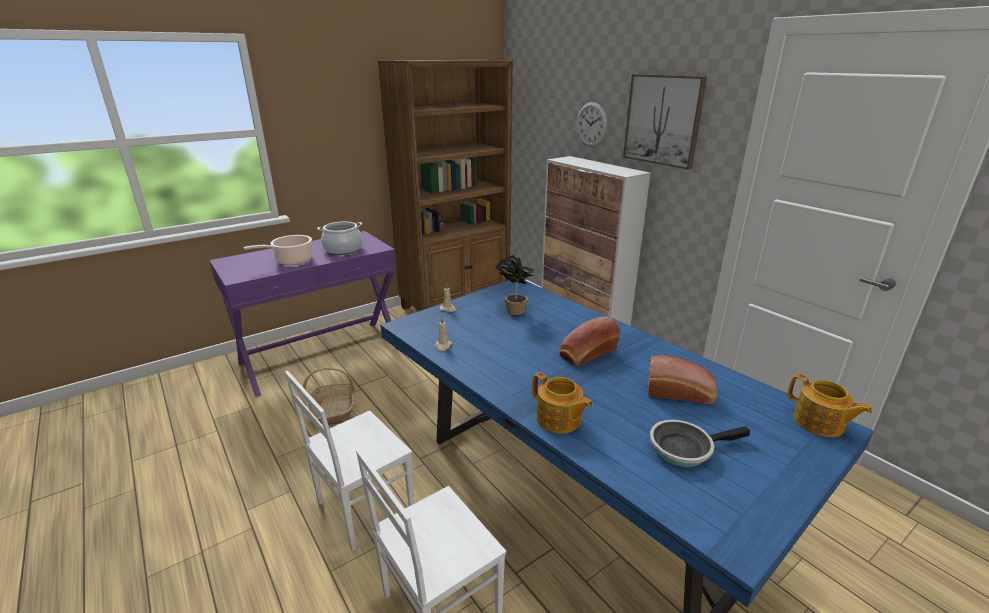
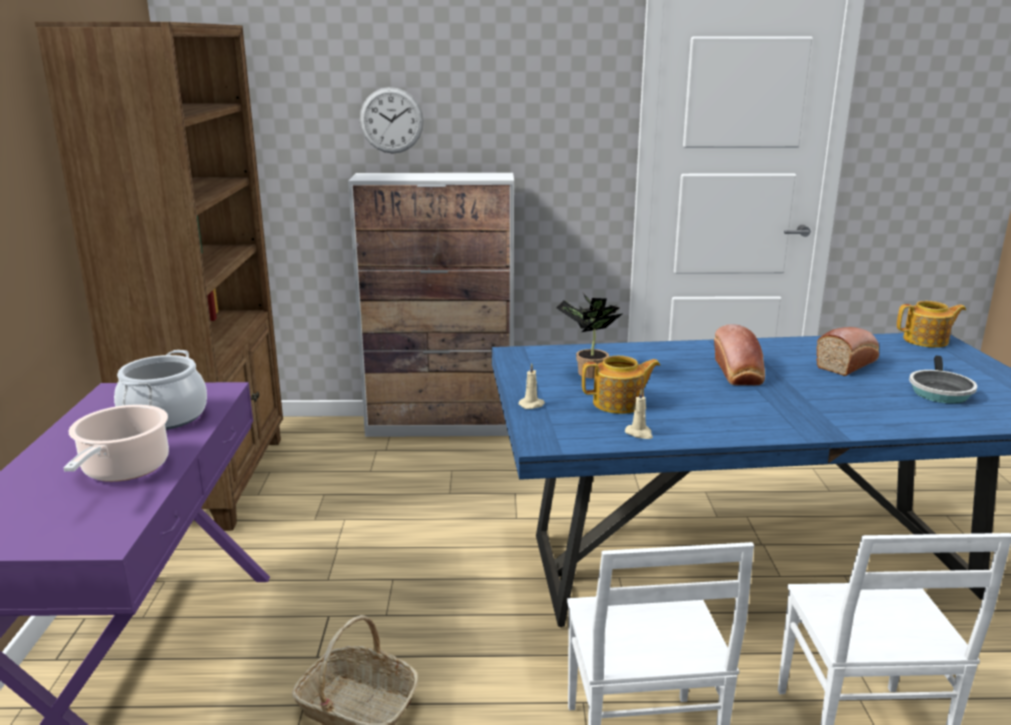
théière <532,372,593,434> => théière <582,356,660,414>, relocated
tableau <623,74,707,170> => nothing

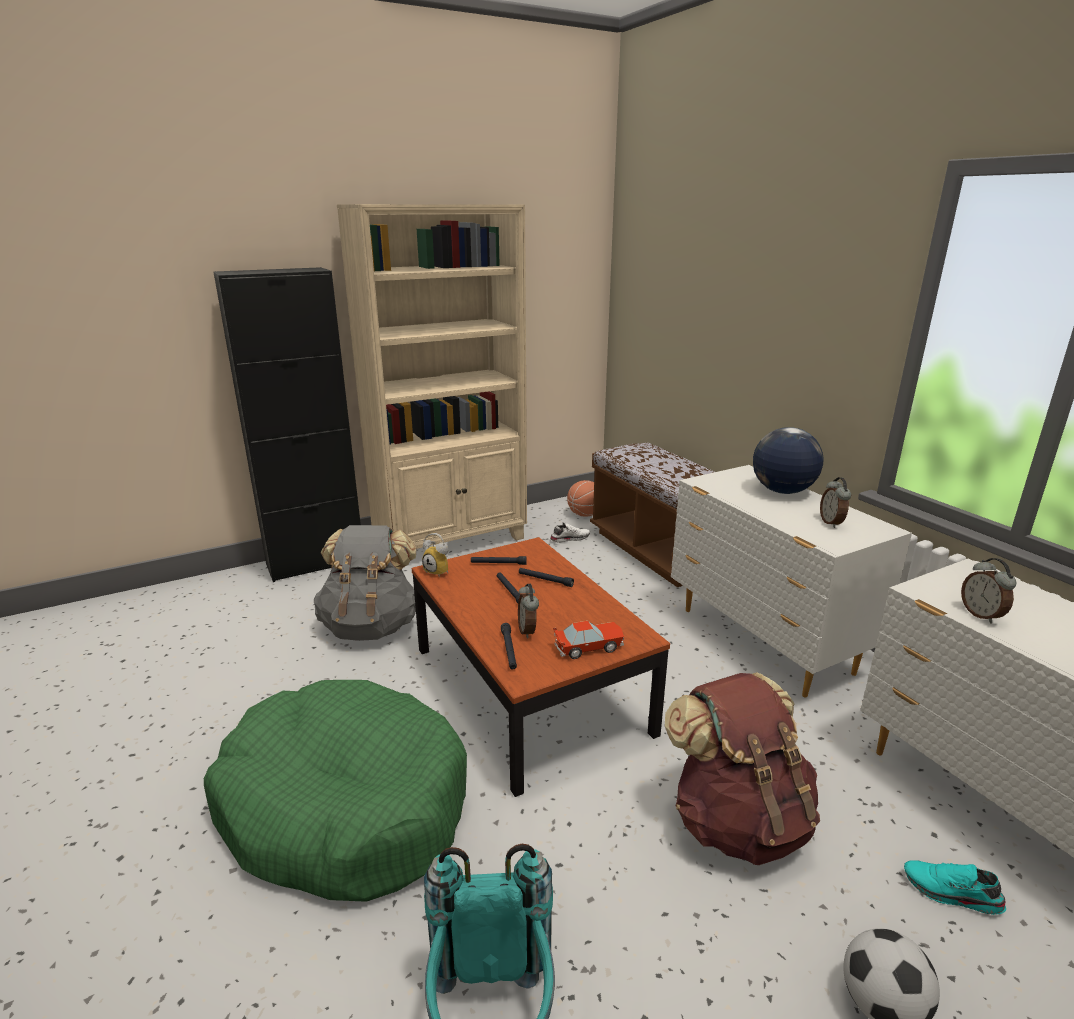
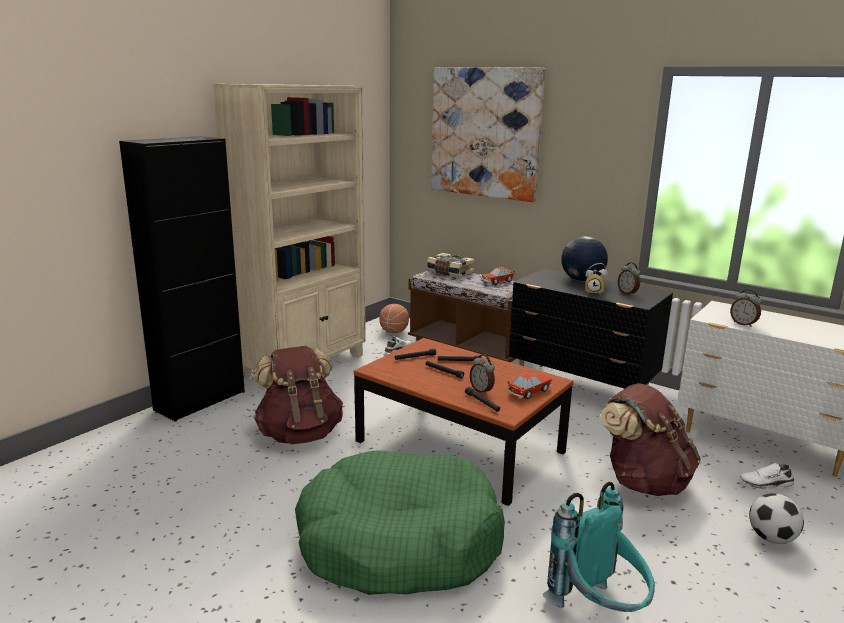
sac à dos [gris] <314,525,416,641> => sac à dos [marron] <252,346,343,444>
réveil <422,533,448,576> => réveil <585,263,608,294>, relocated
commode [blanc] <671,465,912,697> => commode [noir] <509,268,673,389>
chaussure [turquoise] <904,860,1006,915> => chaussure [blanc] <740,463,795,490>
nothing => livre <427,253,475,278>
nothing => tableau <431,68,545,202>
nothing => petite voiture <481,267,515,285>

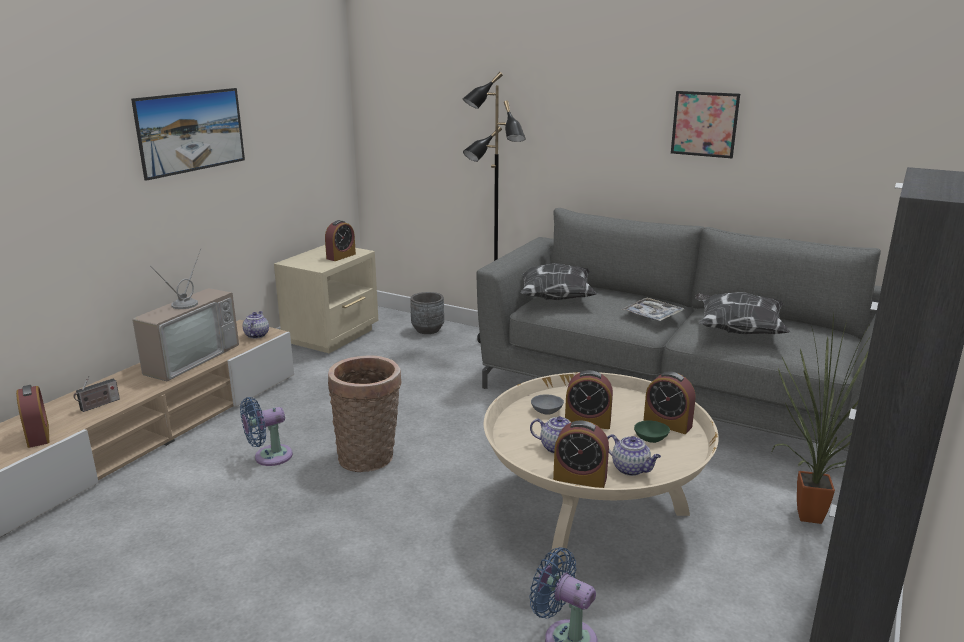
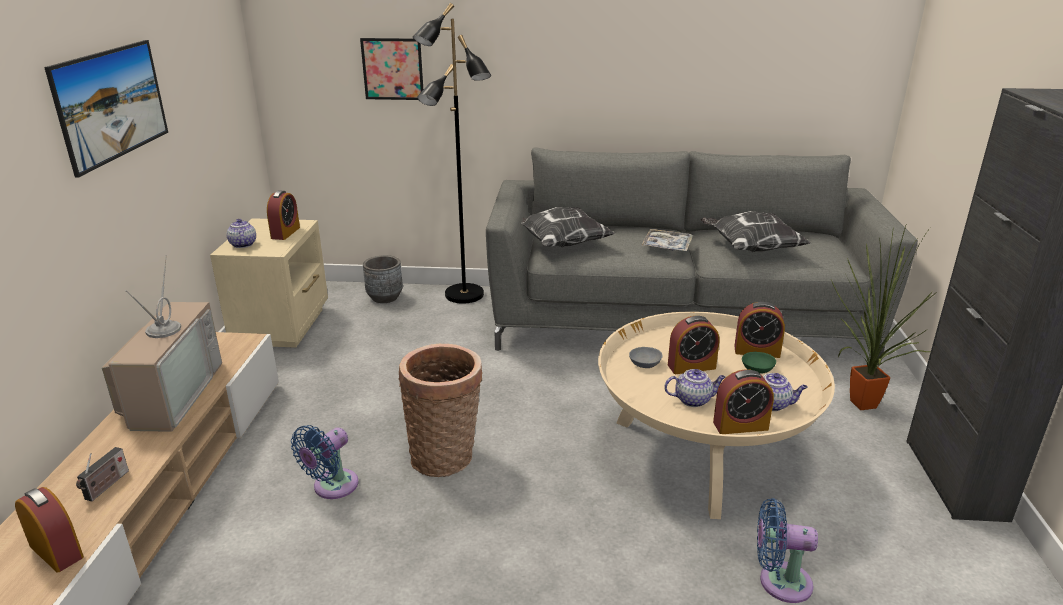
théière <243,311,269,339> => théière <226,219,256,248>, relocated
tableau <671,91,740,158> => tableau <360,38,423,100>, relocated

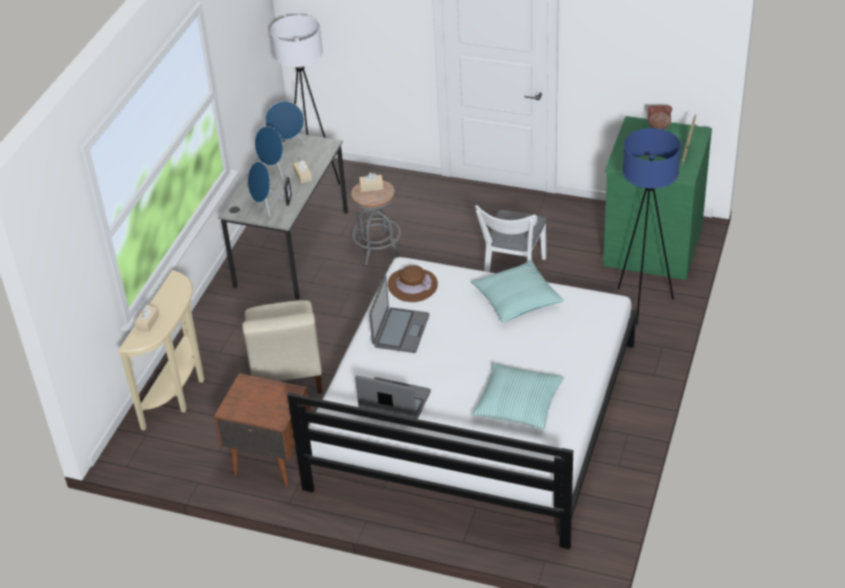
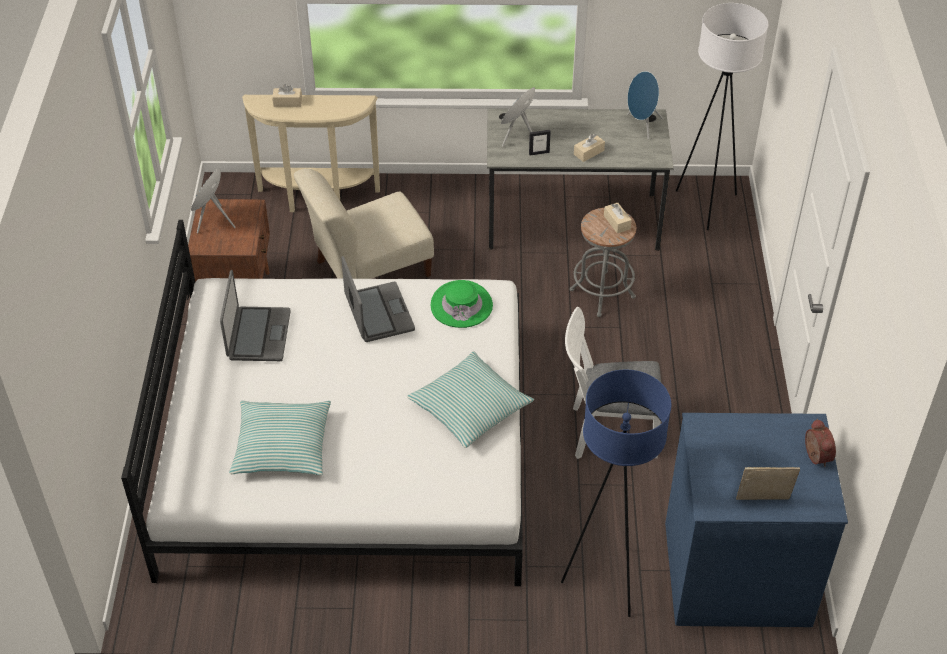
enceinte [bleu] <255,126,289,179> => enceinte [bleu] <191,169,236,234>, relocated
ordinateur portable <369,276,429,353> => ordinateur portable <341,256,415,342>, 105 degrees counterclockwise
chapeau [marron] <388,265,438,302> => chapeau [vert] <431,280,493,328>
commode [vert] <603,116,712,280> => commode [bleu] <665,413,848,627>

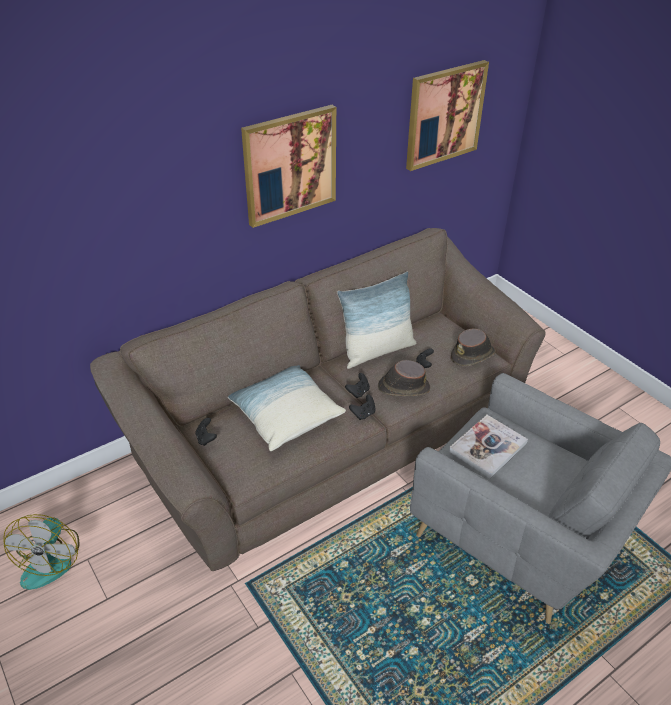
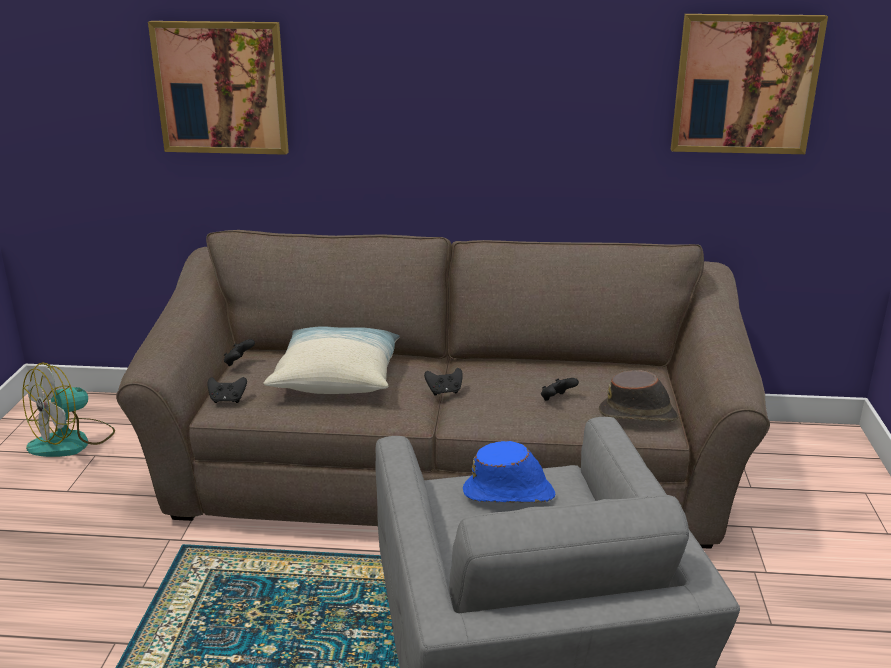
tableau <241,105,336,228> => tableau <148,21,289,155>, relocated
coussin <337,272,416,369> => nothing
manette [noir] <349,395,376,420> => manette [noir] <207,377,247,403>, relocated
chapeau [marron] <378,360,430,396> => nothing
livre <449,415,528,479> => chapeau [bleu] <463,441,555,503>

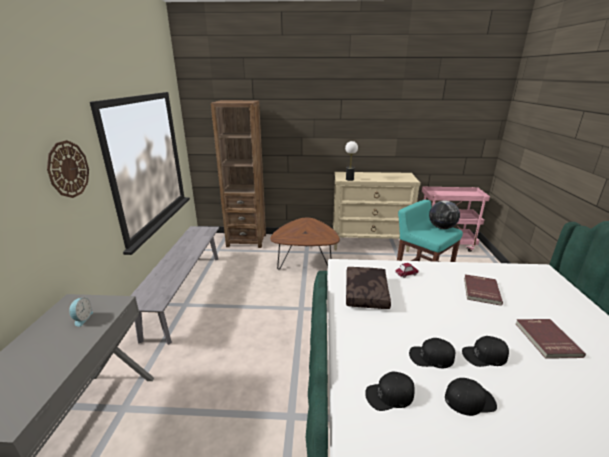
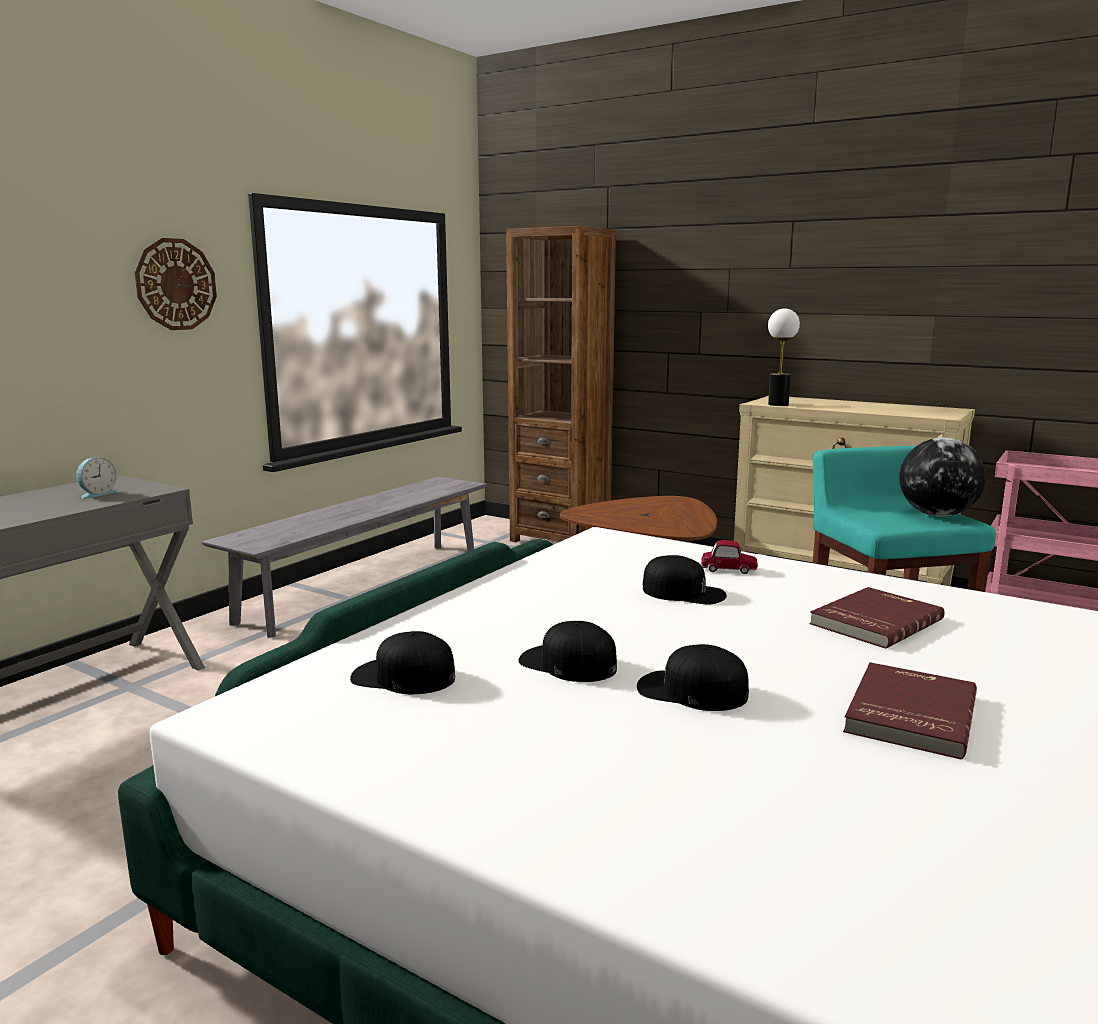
coussin [marron] <346,267,391,309> => nothing
casquette [noir] <445,378,497,416> => casquette [noir] <643,555,727,604>, relocated

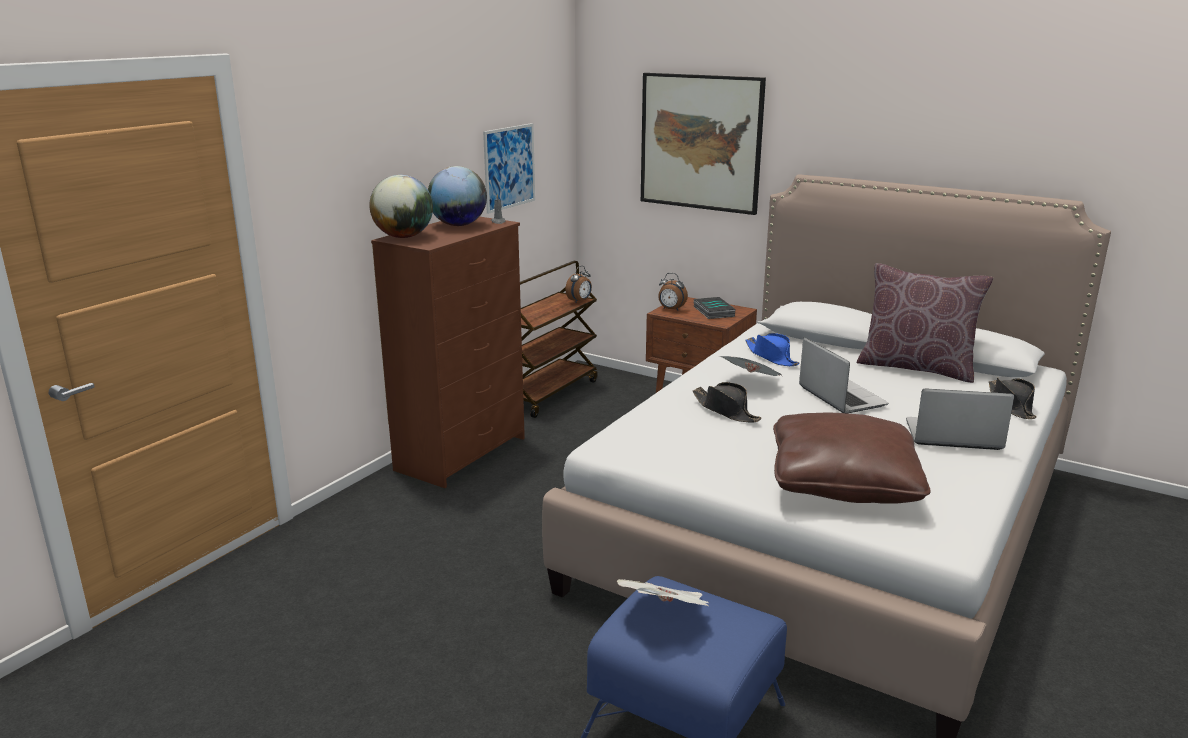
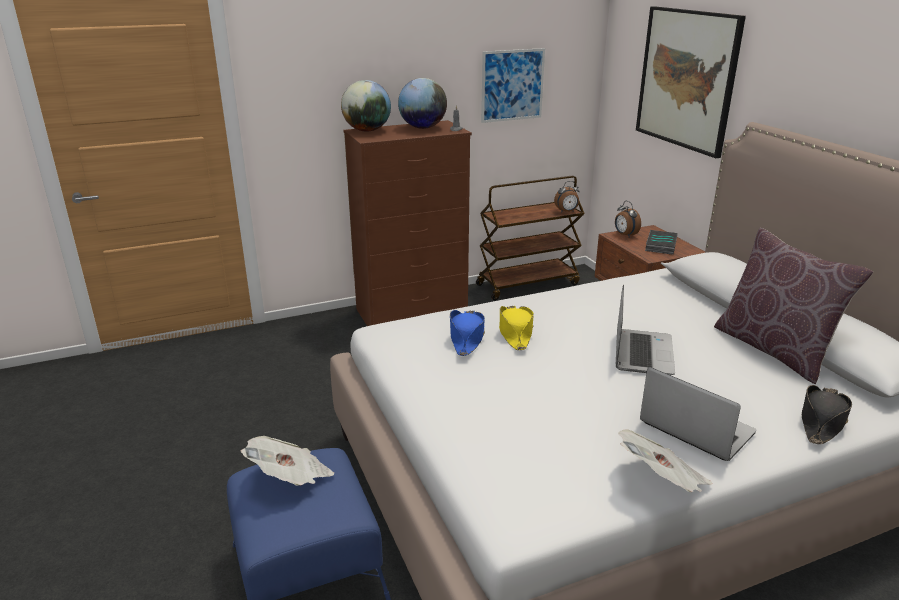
chapeau [noir] <693,382,762,422> => chapeau [jaune] <499,306,534,350>
journal <720,356,782,376> => journal <618,429,713,493>, relocated
chapeau [bleu] <746,333,800,366> => chapeau [bleu] <450,310,485,356>, relocated
coussin [marron] <773,412,931,504> => nothing

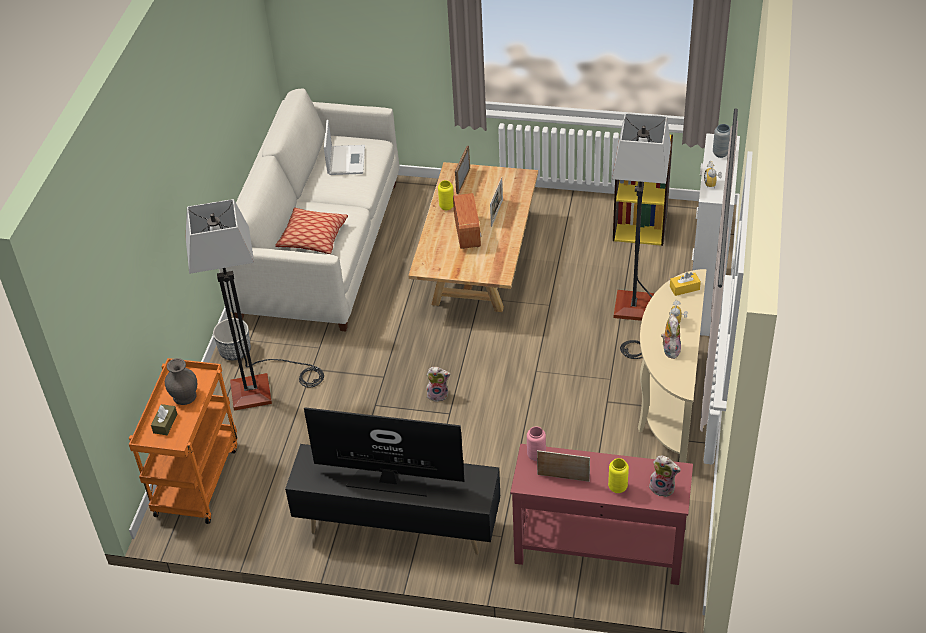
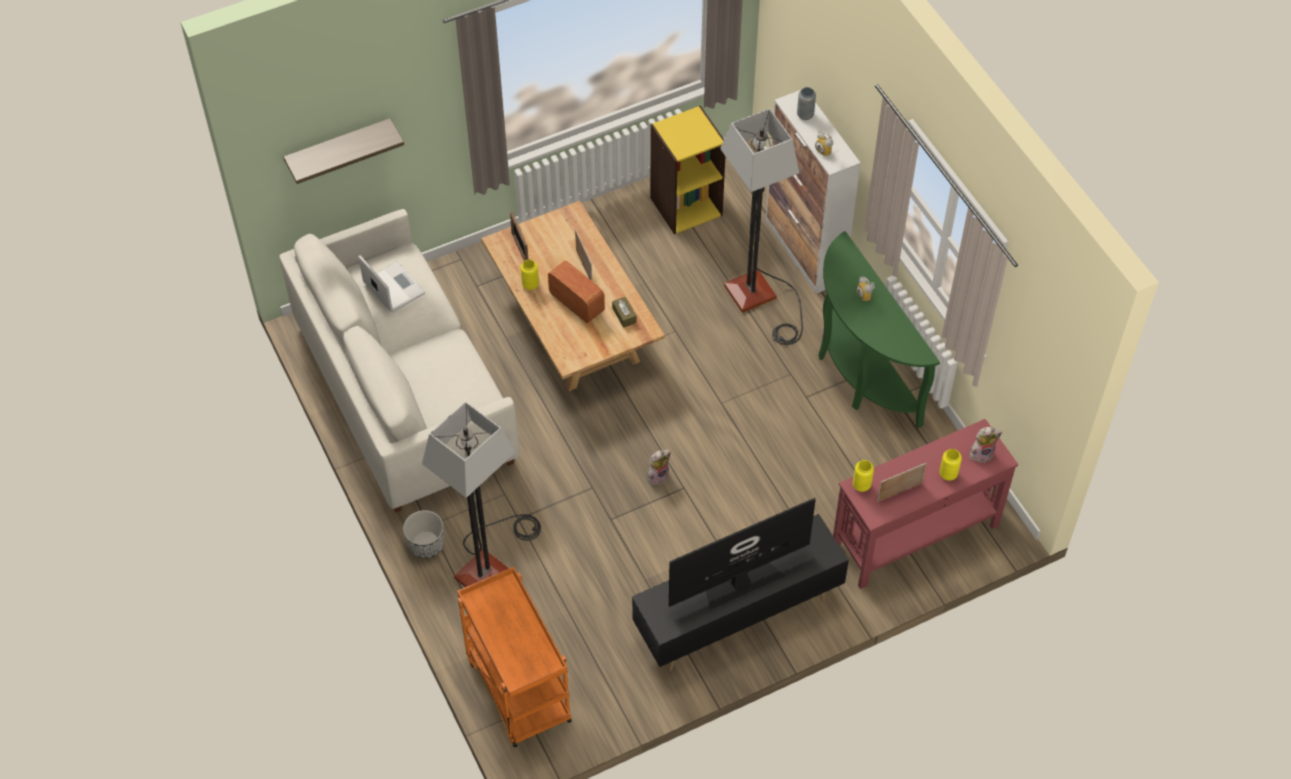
boîte à mouchoirs [marron] <151,404,177,435> => boîte à mouchoirs [marron] <612,297,636,328>, relocated
vase [gris] <165,358,197,405> => nothing
coussin <275,208,348,254> => nothing
vase [rose] <527,426,546,461> => vase [jaune] <853,460,874,492>
table console [beige] <638,269,706,463> => table console [vert] <818,231,940,428>
peluche <661,314,681,359> => nothing
boîte à mouchoirs [jaune] <670,272,701,296> => nothing
nothing => étagère <283,118,404,184>

